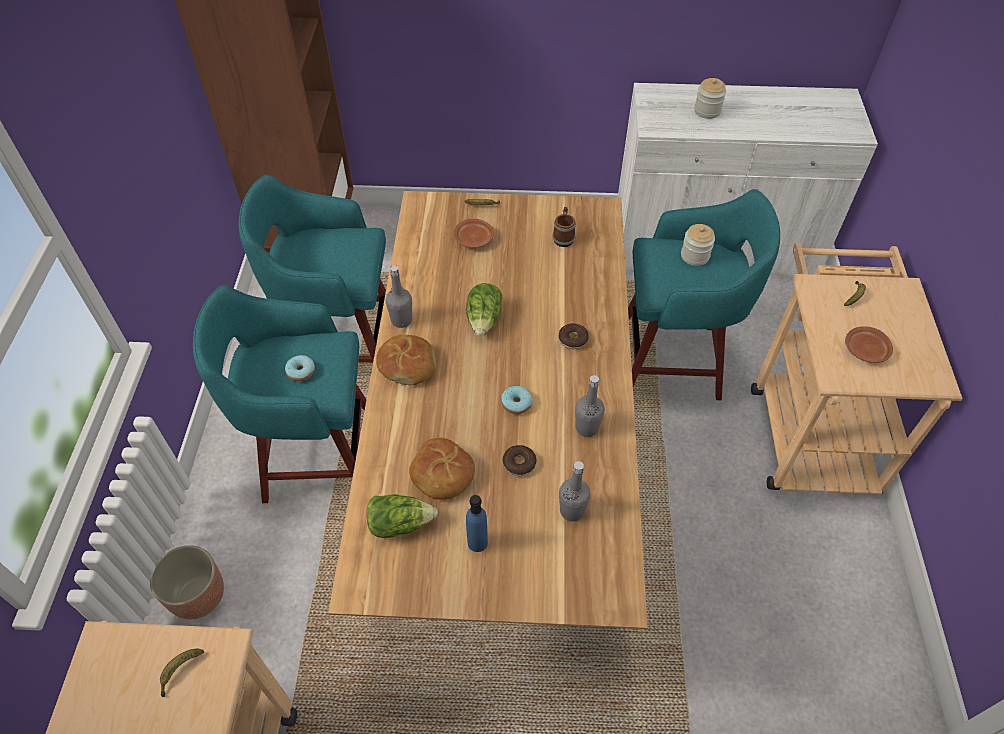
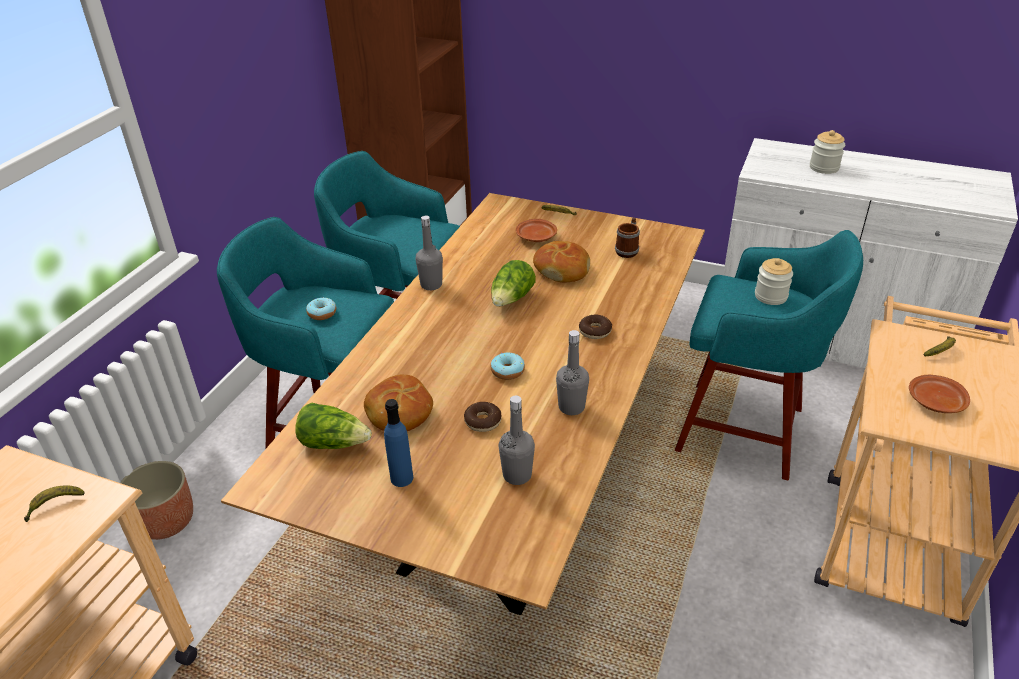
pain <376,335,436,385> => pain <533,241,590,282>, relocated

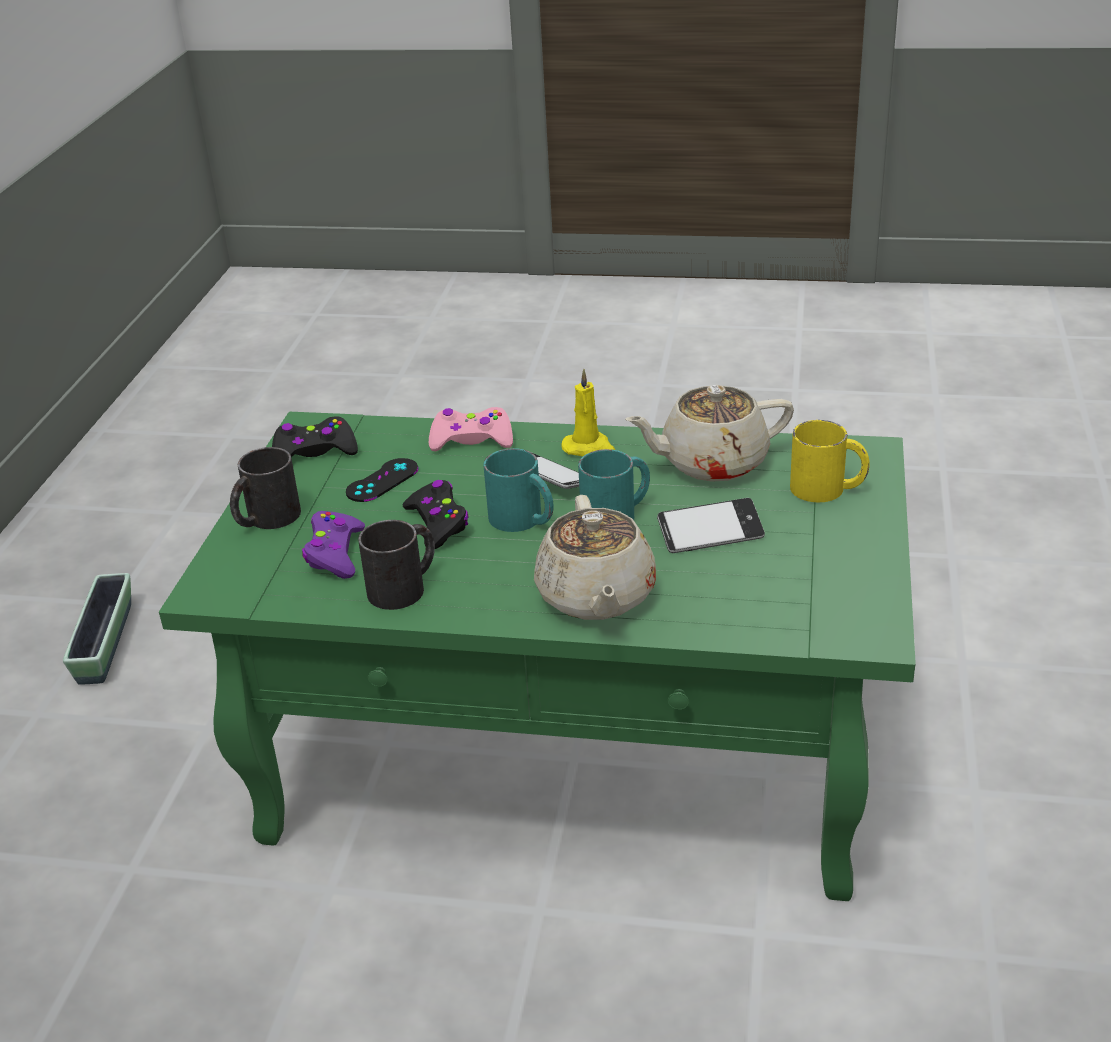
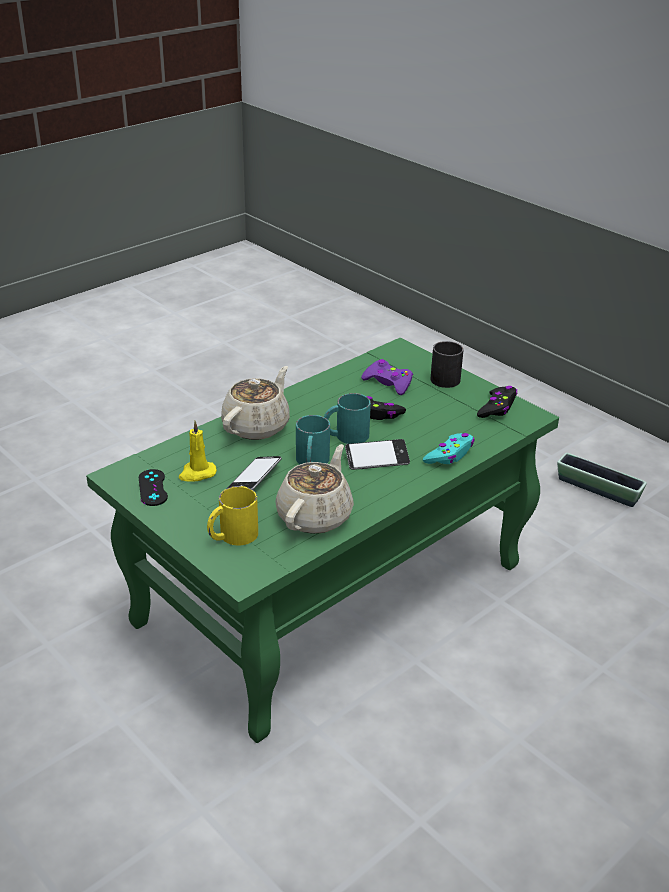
manette [noir] <346,458,418,502> => manette [noir] <139,469,168,506>, relocated
mug [noir] <358,520,435,610> => nothing
manette [rose] <429,407,513,451> => manette [turquoise] <423,433,474,464>
théière [beige] <534,495,656,620> => théière [beige] <221,366,290,440>, 90 degrees clockwise
bougie [jaune] <561,369,615,456> => bougie [jaune] <179,421,217,481>, relocated

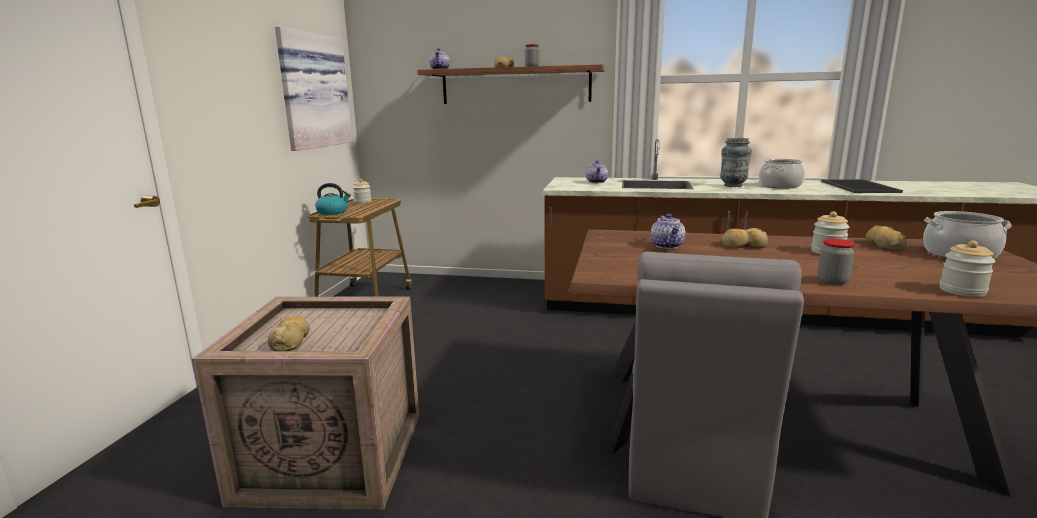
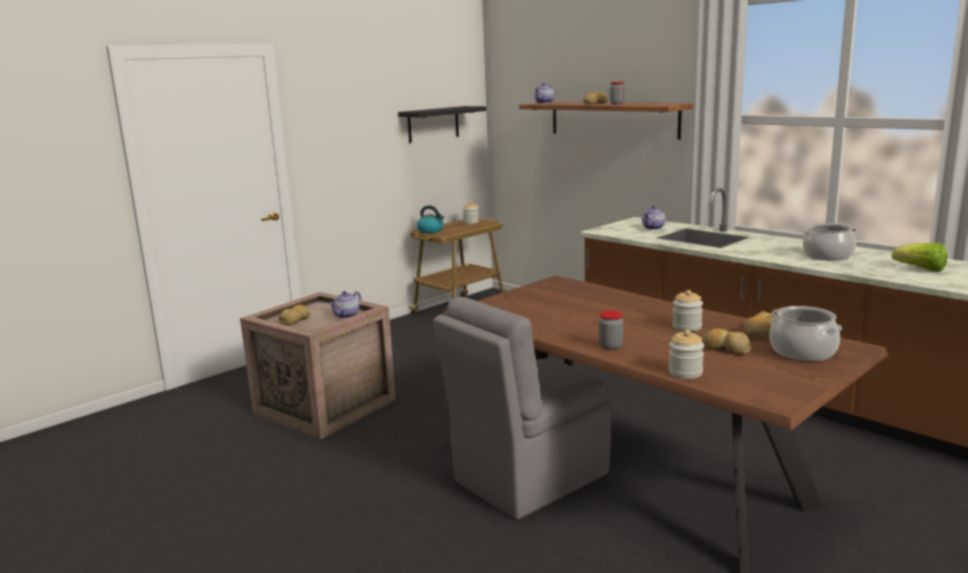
tableau <275,26,352,151> => étagère [noir] <398,106,486,143>
théière <651,214,686,249> => théière <329,291,361,318>, relocated
vase <720,138,752,187> => nothing
pain <721,228,768,249> => pain <703,329,751,355>, relocated
plateau <821,179,903,193> => laitue <892,243,948,272>

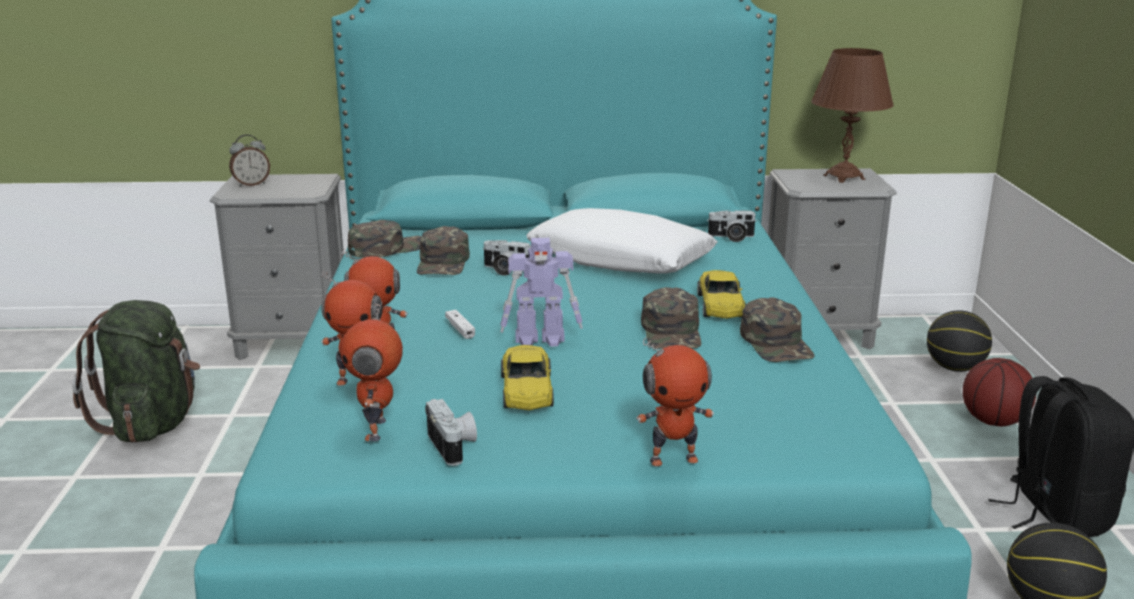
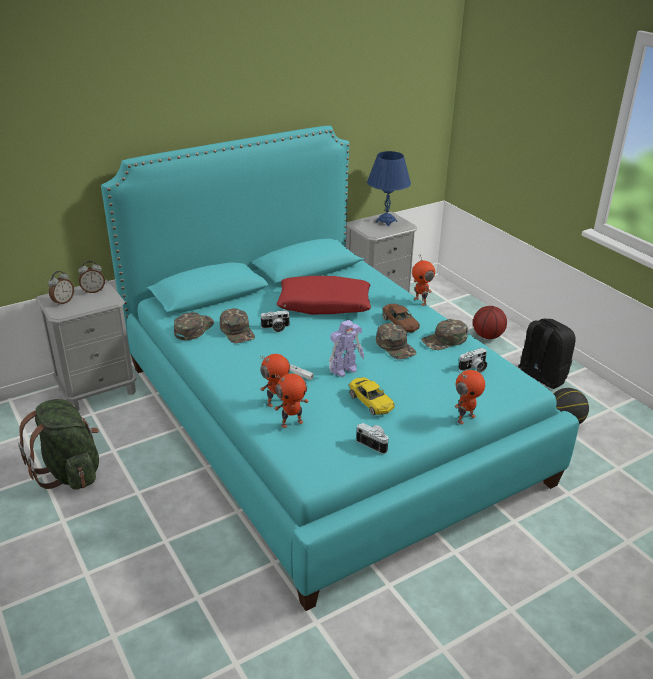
robot jouet <340,301,403,441> => robot jouet <412,253,435,306>, relocated
coussin [blanc] <526,208,718,274> => coussin [rouge] <276,276,371,315>
petite voiture [jaune] <697,270,746,319> => petite voiture [marron] <382,304,420,333>
appareil photo <707,210,757,242> => appareil photo <458,348,487,373>, relocated
casquette [vert] <740,297,814,362> => casquette [vert] <421,319,468,350>, 105 degrees clockwise
lampe de table [marron] <811,48,894,183> => lampe de table [bleu] <367,151,411,226>
ballon de basket <927,310,992,372> => nothing
nothing => réveil <78,261,105,293>

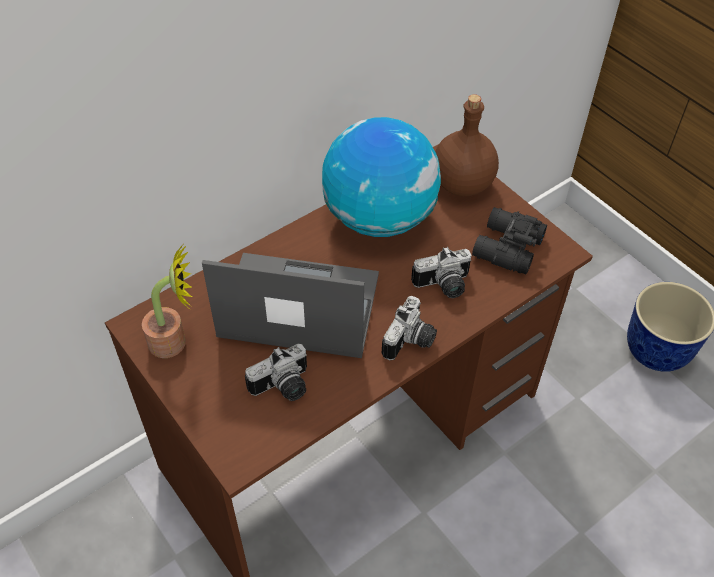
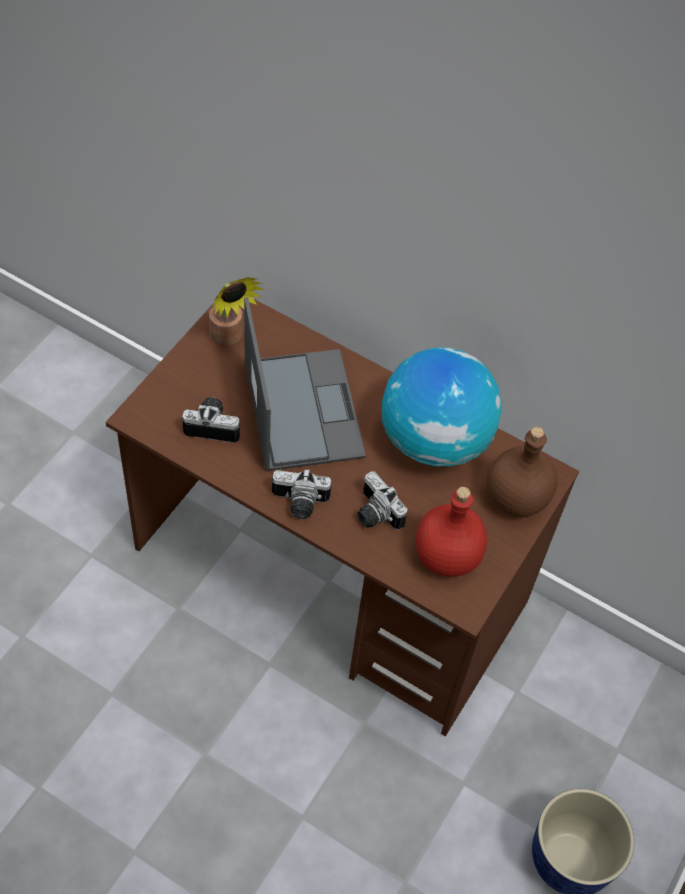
appareil photo <245,344,307,401> => appareil photo <182,397,240,443>, 150 degrees clockwise
jumelles [noir] <472,207,547,274> => bouteille [rouge] <416,487,487,577>

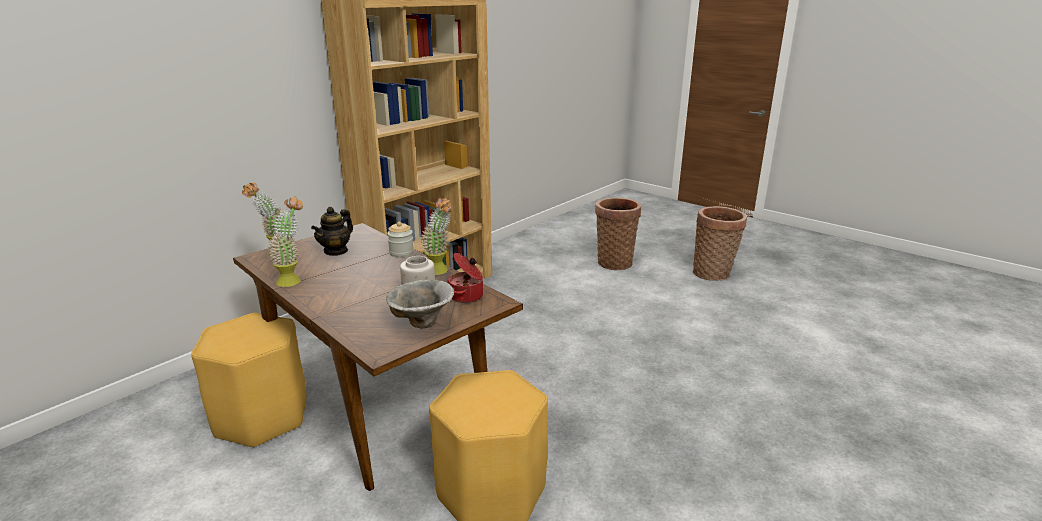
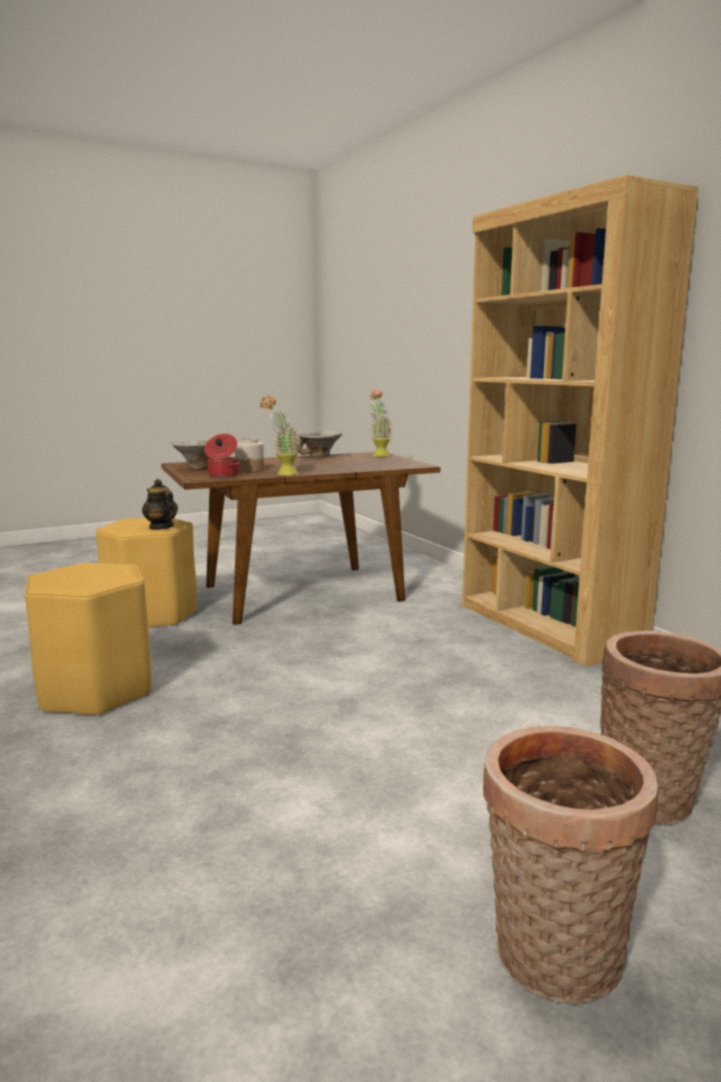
tabouret [jaune] <191,313,307,448> => tabouret [jaune] <25,563,152,716>, relocated
plante en pot <268,196,303,287> => bol <297,431,343,457>
théière <311,207,353,256> => théière <142,479,178,530>, relocated
bocal <387,222,414,258> => nothing

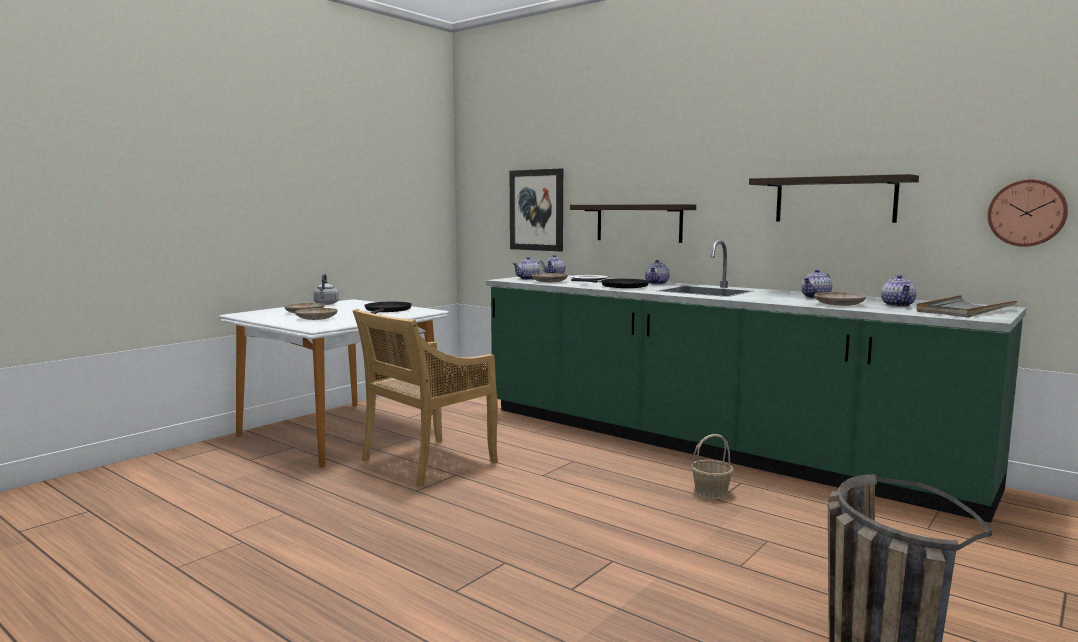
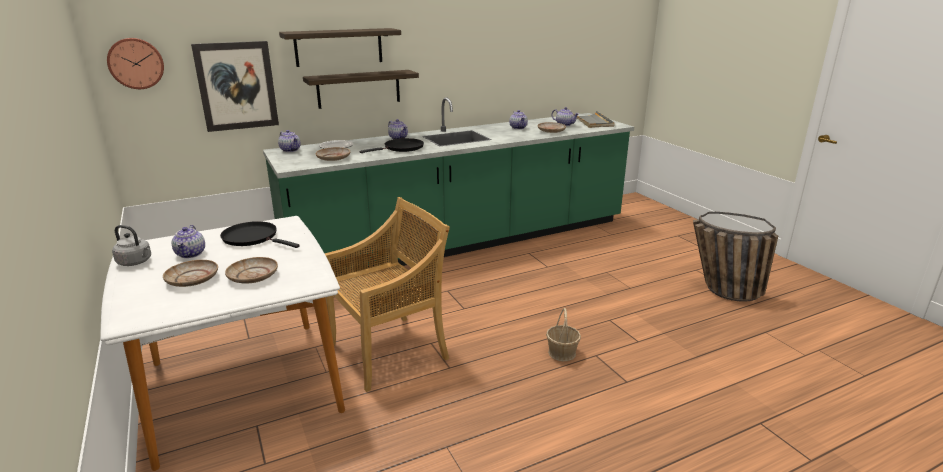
chaise [beige] <353,309,498,487> => chaise [beige] <324,197,450,392>, 105 degrees counterclockwise
théière <512,257,545,280> => théière <172,225,205,258>, relocated
panier <691,434,733,499> => panier <546,308,581,361>, relocated
étagère <749,174,919,223> => étagère <279,28,401,67>, relocated
horloge murale <988,179,1068,247> => horloge murale <107,38,164,89>, relocated

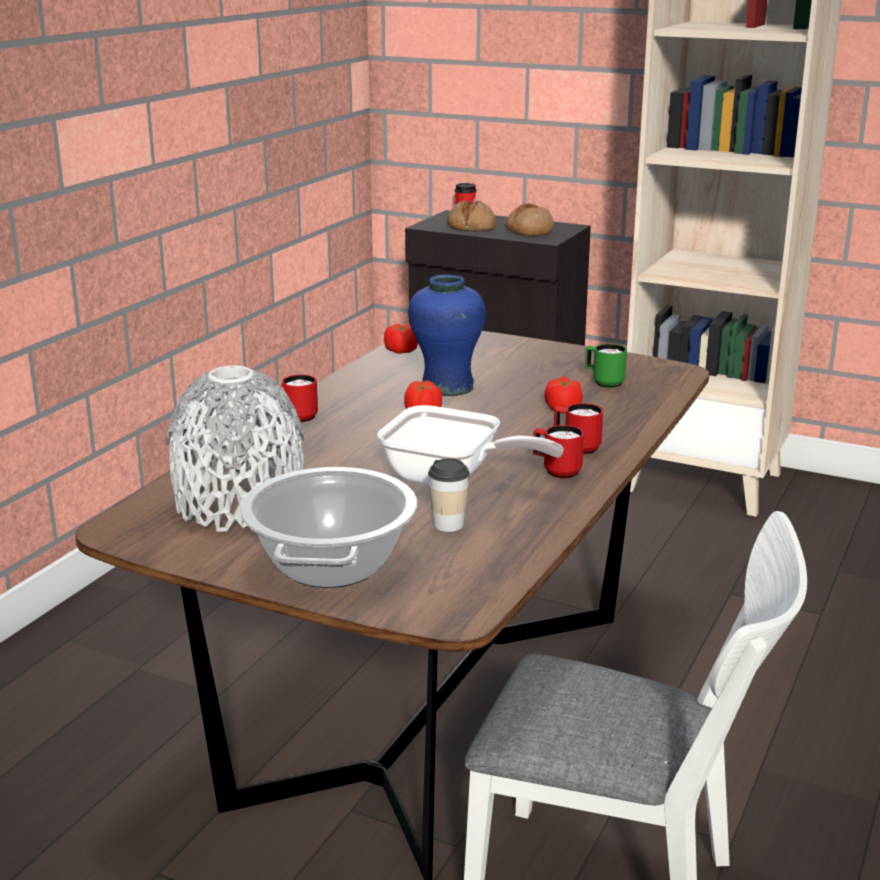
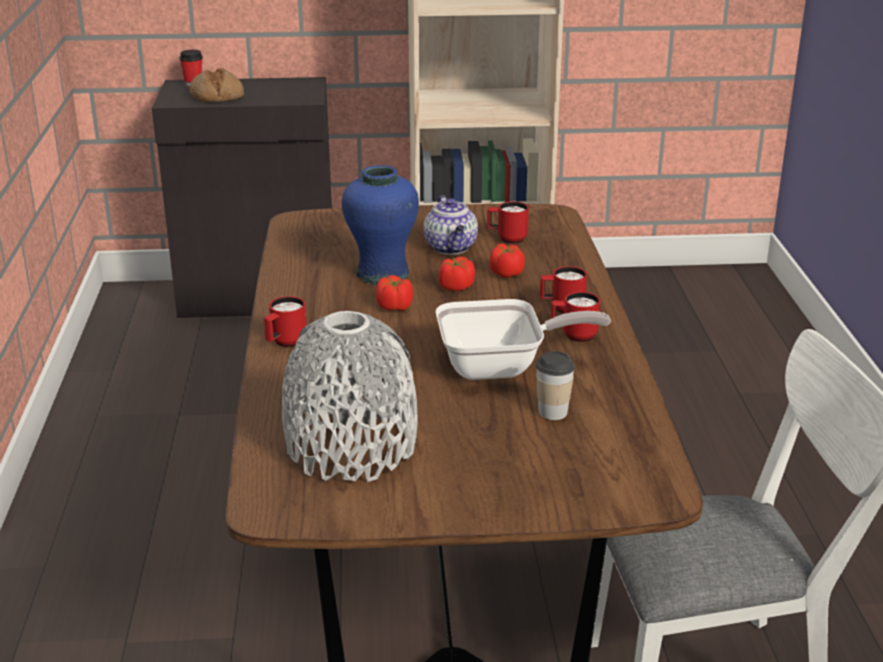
marmite <239,467,417,588> => nothing
tomate <384,324,418,354> => tomate <439,257,475,291>, relocated
pain <506,203,554,236> => nothing
mug [vert] <585,344,627,388> => mug [rouge] <487,201,529,244>
nothing => théière <424,195,478,255>

